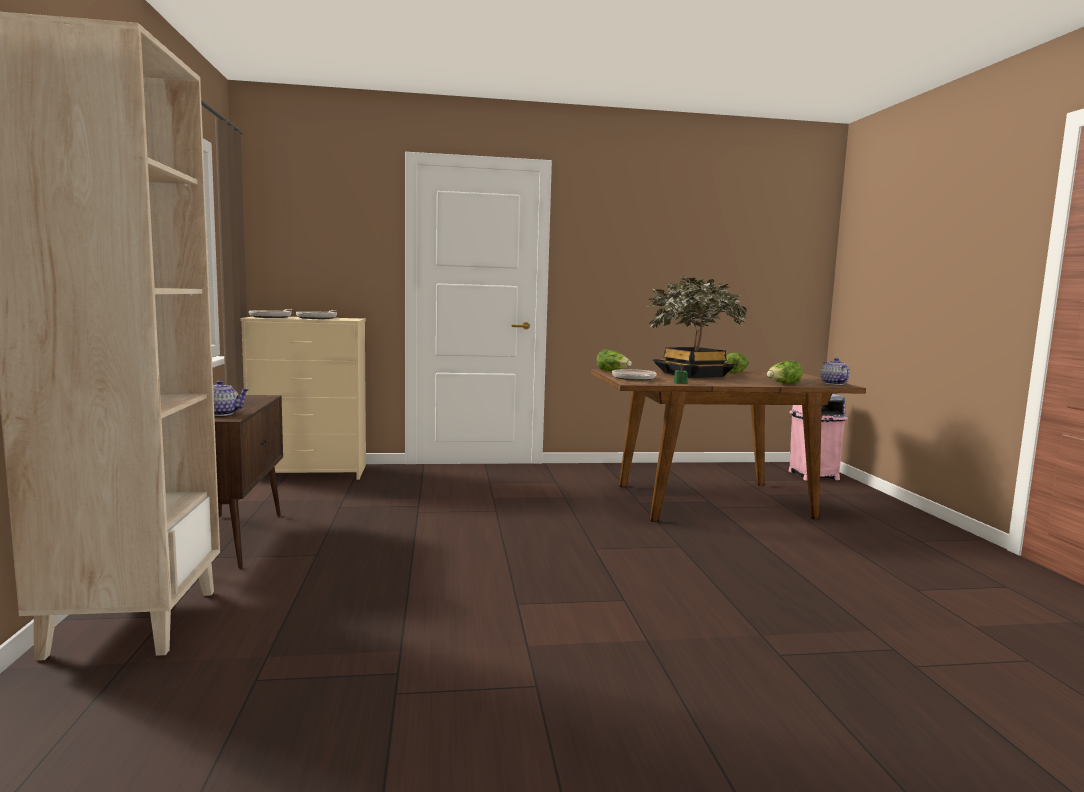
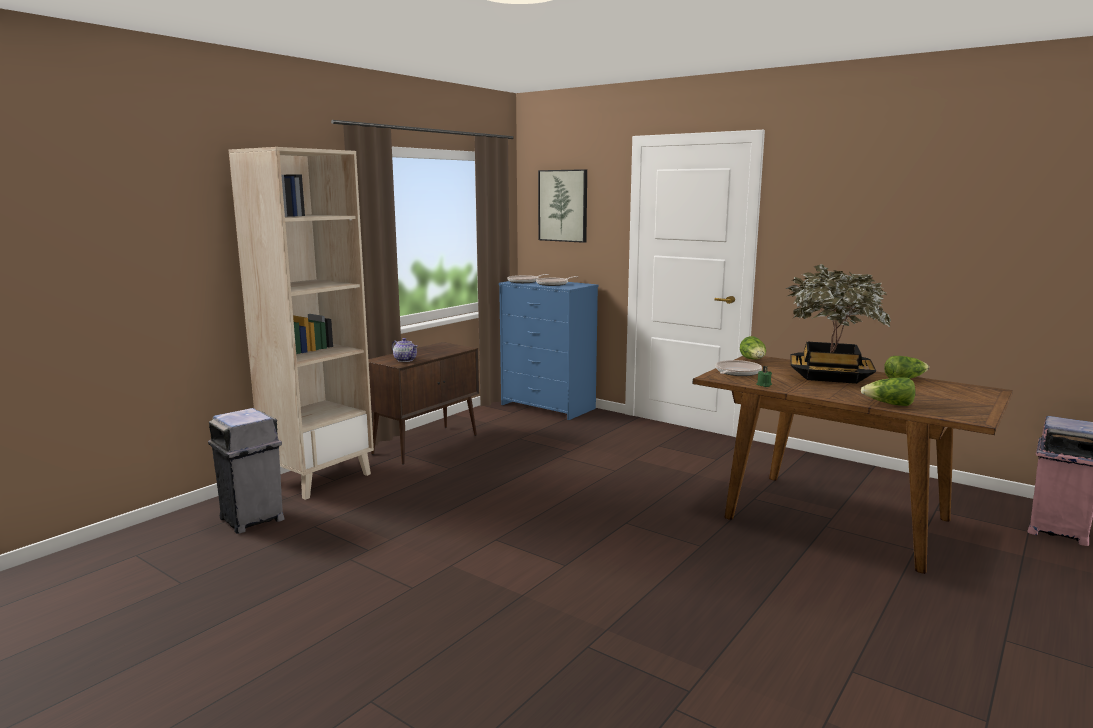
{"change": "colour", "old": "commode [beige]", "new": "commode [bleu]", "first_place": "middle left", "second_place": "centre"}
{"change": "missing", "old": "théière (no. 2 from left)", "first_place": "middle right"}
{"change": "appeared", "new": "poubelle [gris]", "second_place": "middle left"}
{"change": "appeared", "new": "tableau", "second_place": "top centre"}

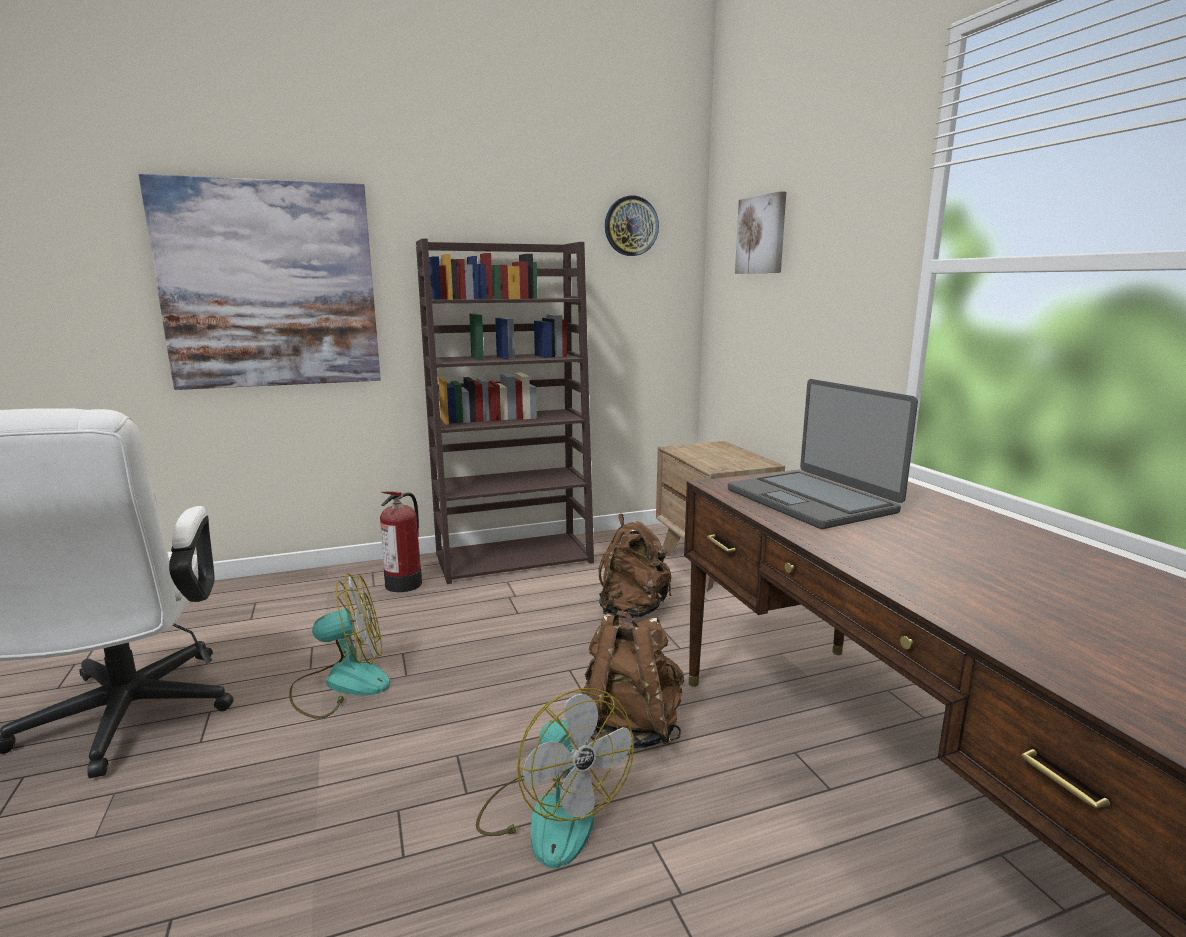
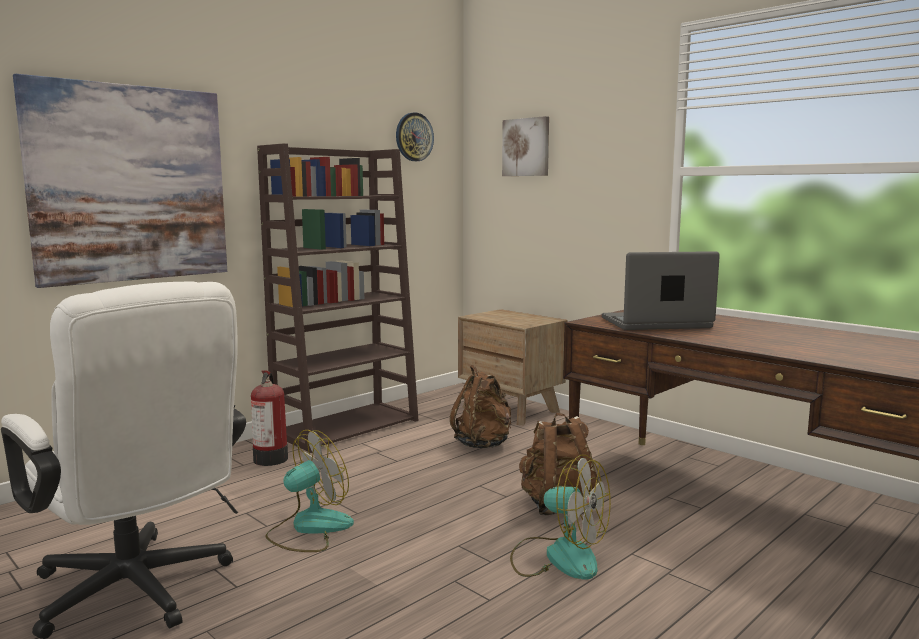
{"change": "spun", "old": "ordinateur portable", "first_place": "middle right", "second_place": "middle right", "degrees": 135}

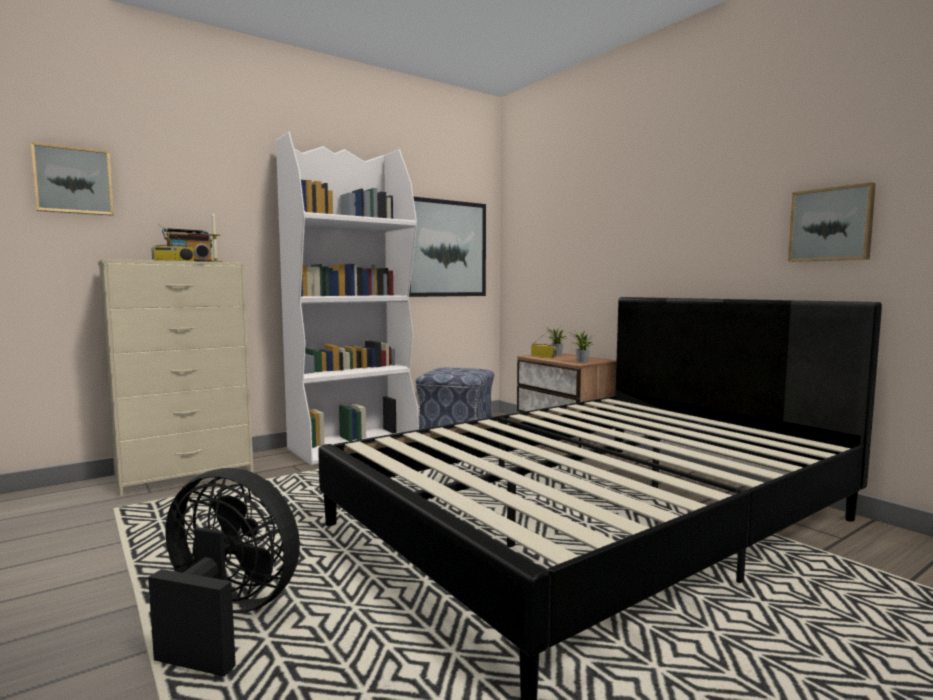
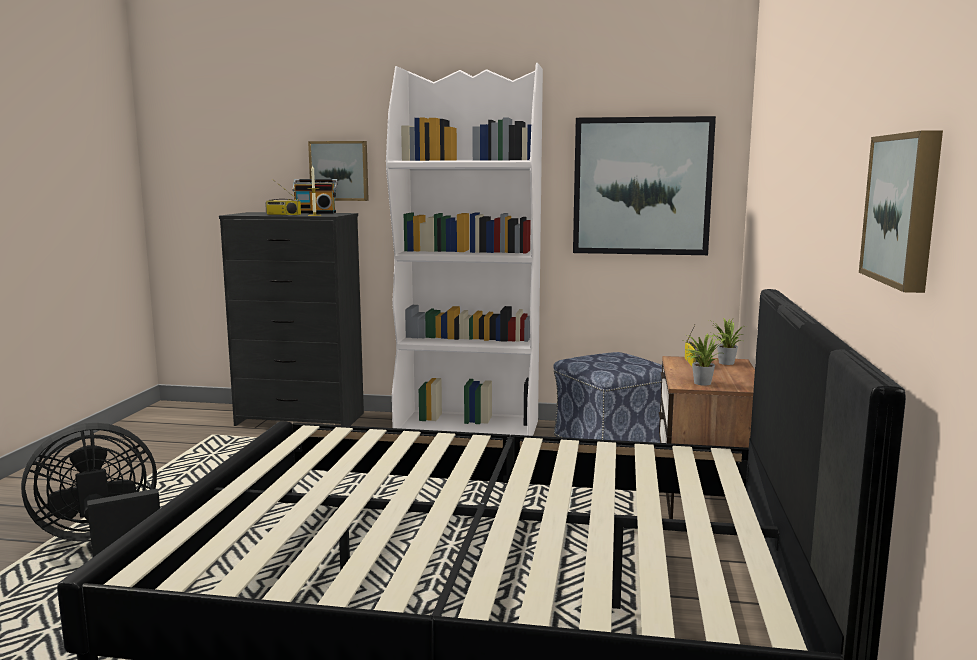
{"change": "relocated", "old": "tableau (no. 1 from left)", "first_place": "top left", "second_place": "top centre"}
{"change": "colour", "old": "commode [beige]", "new": "commode [noir]", "first_place": "middle left", "second_place": "middle left"}
{"change": "spun", "old": "ventilateur [noir]", "first_place": "bottom left", "second_place": "bottom left", "degrees": -90}

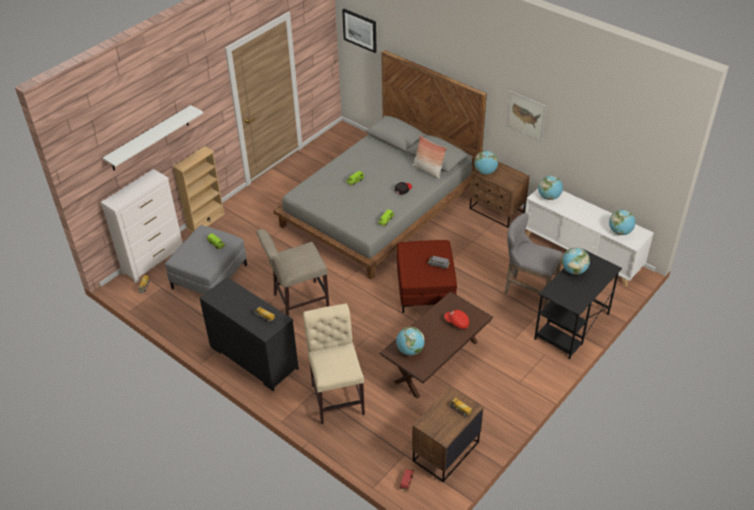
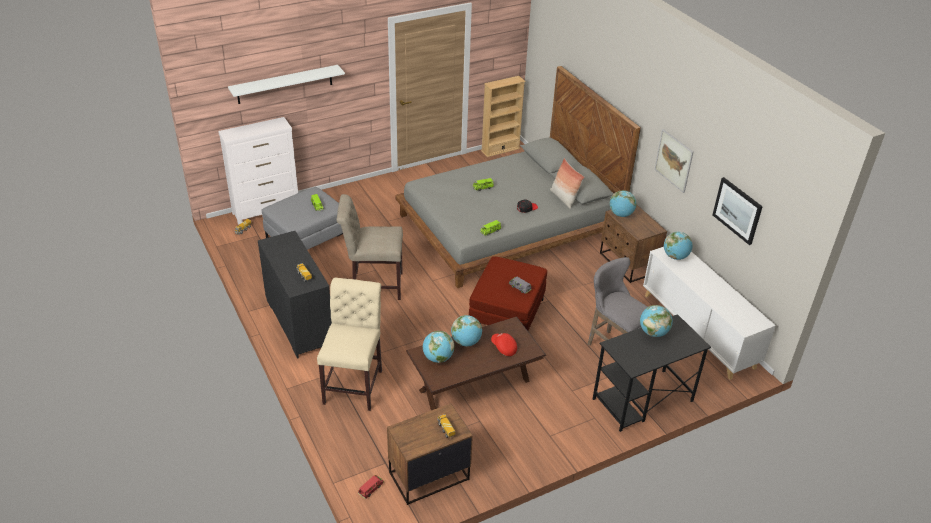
{"change": "relocated", "old": "bibliothèque [beige]", "first_place": "middle left", "second_place": "top centre"}
{"change": "relocated", "old": "tableau (no. 1 from left in the first image)", "new": "tableau (no. 2 from left)", "first_place": "top centre", "second_place": "middle right"}
{"change": "relocated", "old": "globe (no. 5 from left in the first image)", "new": "globe (no. 2 from left)", "first_place": "middle right", "second_place": "centre"}

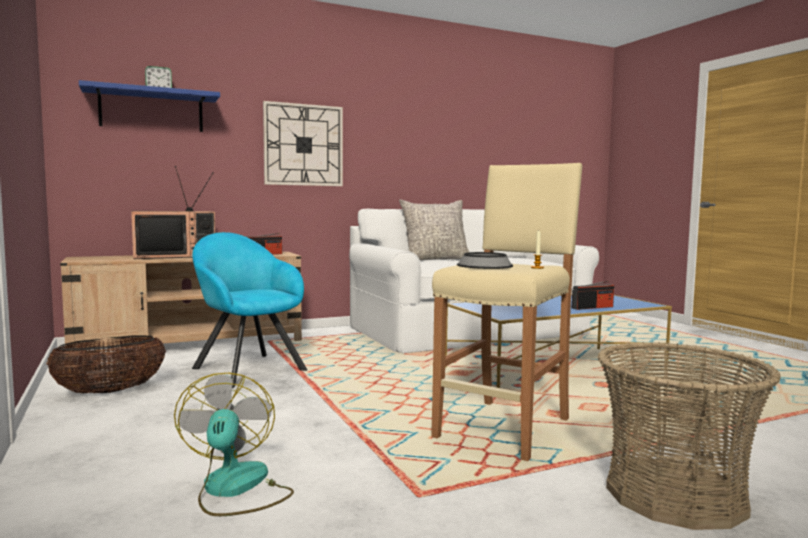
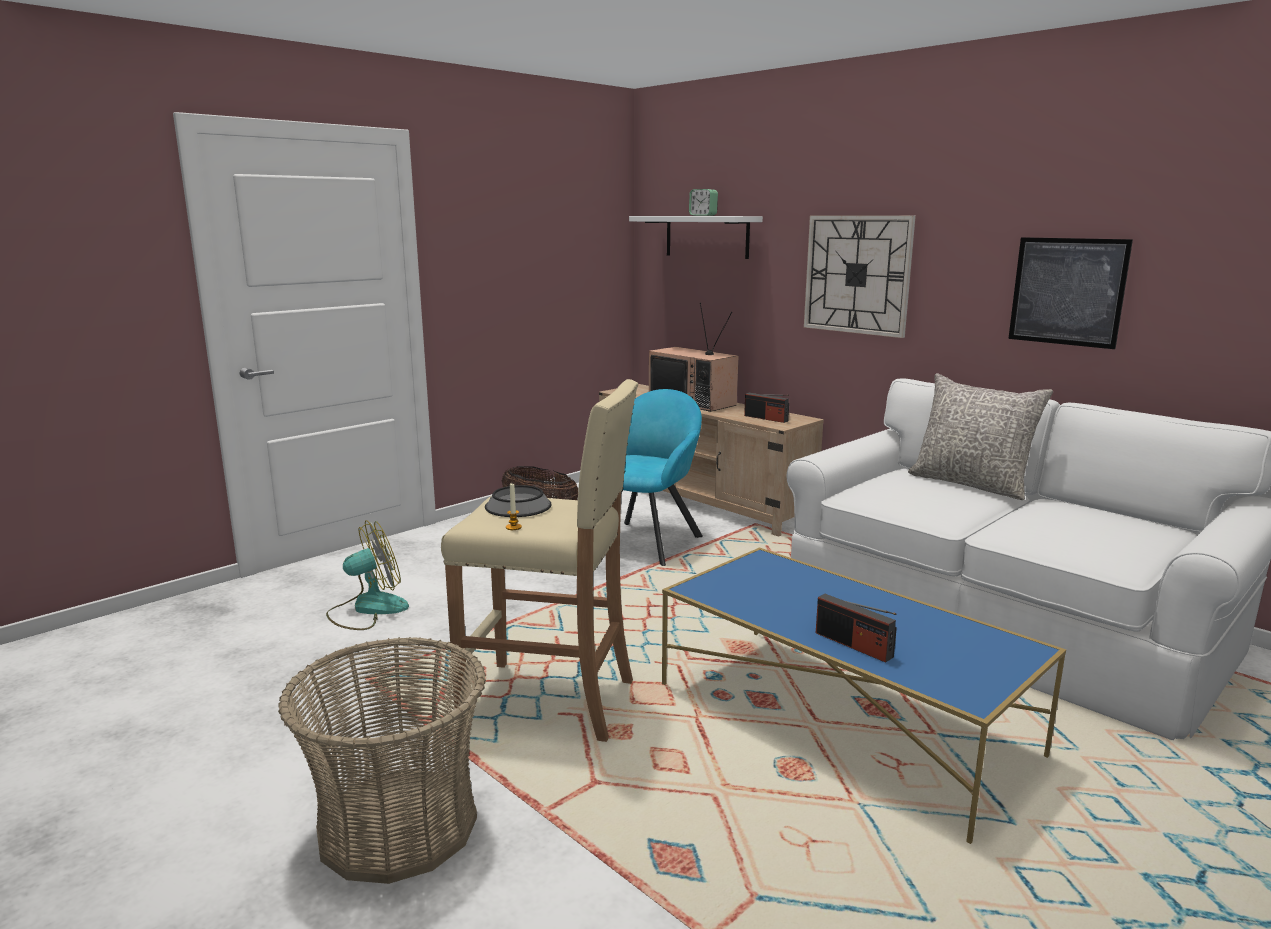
{"change": "colour", "old": "étagère [bleu]", "new": "étagère [blanc]", "first_place": "top left", "second_place": "top centre"}
{"change": "appeared", "new": "tableau", "second_place": "top right"}

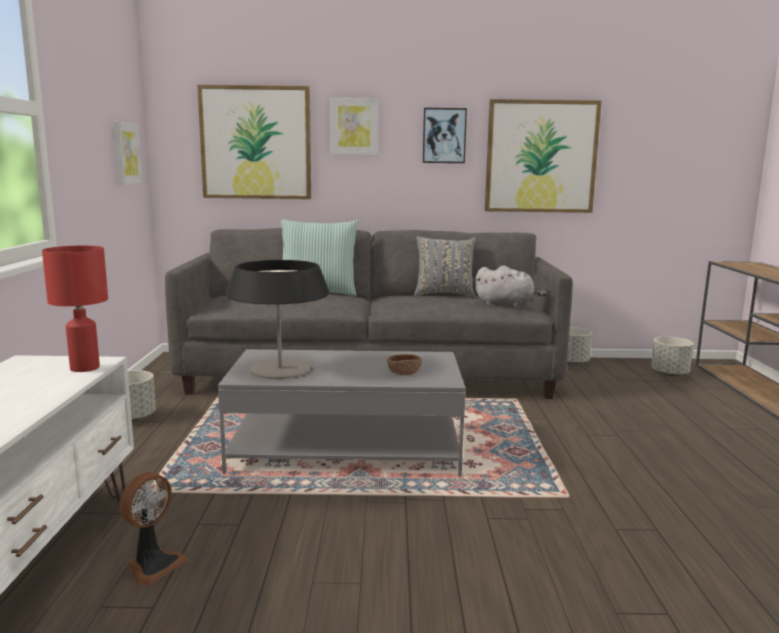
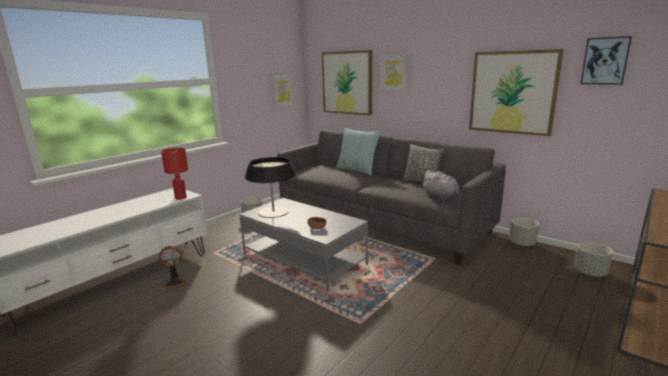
{"change": "relocated", "old": "tableau (no. 4 from left in the first image)", "new": "tableau (no. 5 from left)", "first_place": "top centre", "second_place": "top right"}

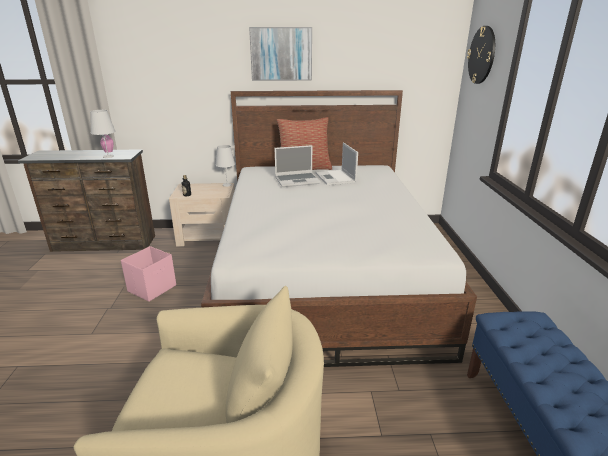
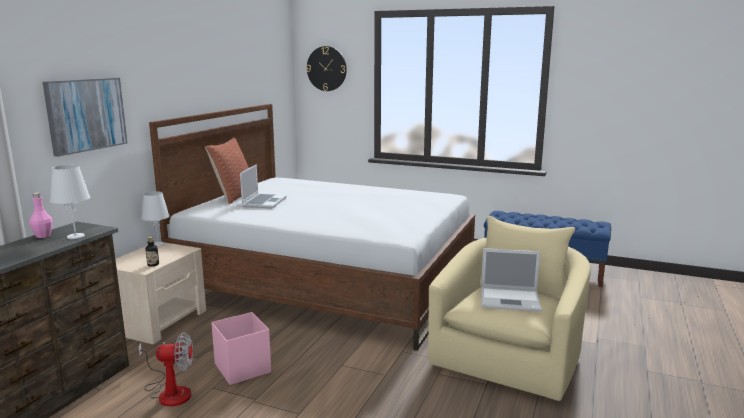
{"change": "relocated", "old": "tableau", "first_place": "top centre", "second_place": "top left"}
{"change": "relocated", "old": "ordinateur portable (no. 2 from left)", "first_place": "centre", "second_place": "bottom right"}
{"change": "appeared", "new": "ventilateur", "second_place": "bottom left"}

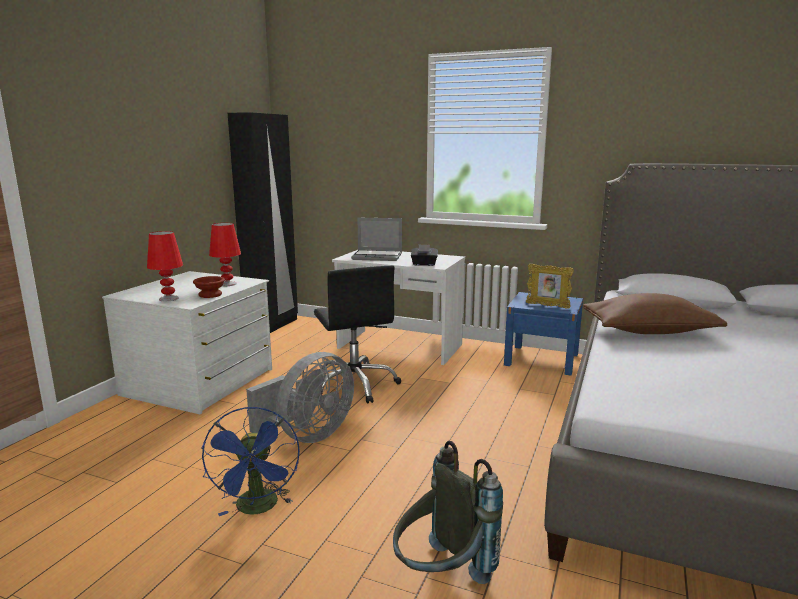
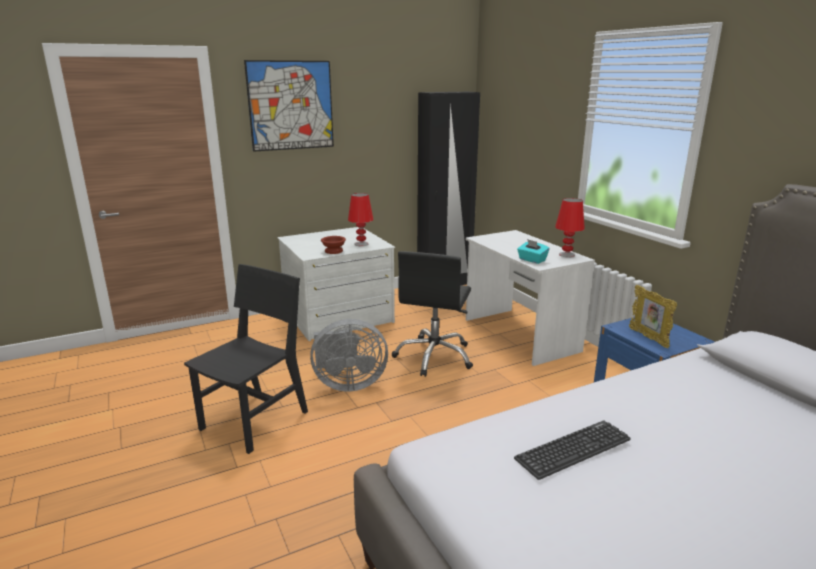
{"change": "relocated", "old": "lampe de table [rouge] (no. 1 from left in the first image)", "new": "lampe de table [rouge] (no. 2 from left)", "first_place": "middle left", "second_place": "middle right"}
{"change": "exchanged", "old": "ventilateur [bleu]", "new": "chaise [noir]", "first_place": "bottom left", "second_place": "middle left"}
{"change": "missing", "old": "ordinateur portable", "first_place": "centre"}
{"change": "missing", "old": "sac à dos [gris]", "first_place": "bottom centre"}
{"change": "colour", "old": "boîte à mouchoirs [noir]", "new": "boîte à mouchoirs [turquoise]", "first_place": "centre", "second_place": "centre"}
{"change": "missing", "old": "coussin [marron]", "first_place": "middle right"}
{"change": "appeared", "new": "tableau", "second_place": "top centre"}
{"change": "appeared", "new": "clavier", "second_place": "bottom right"}

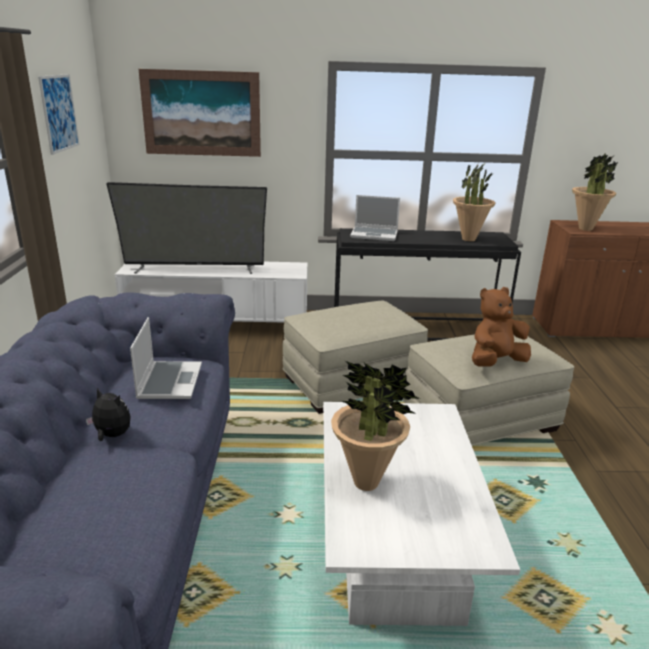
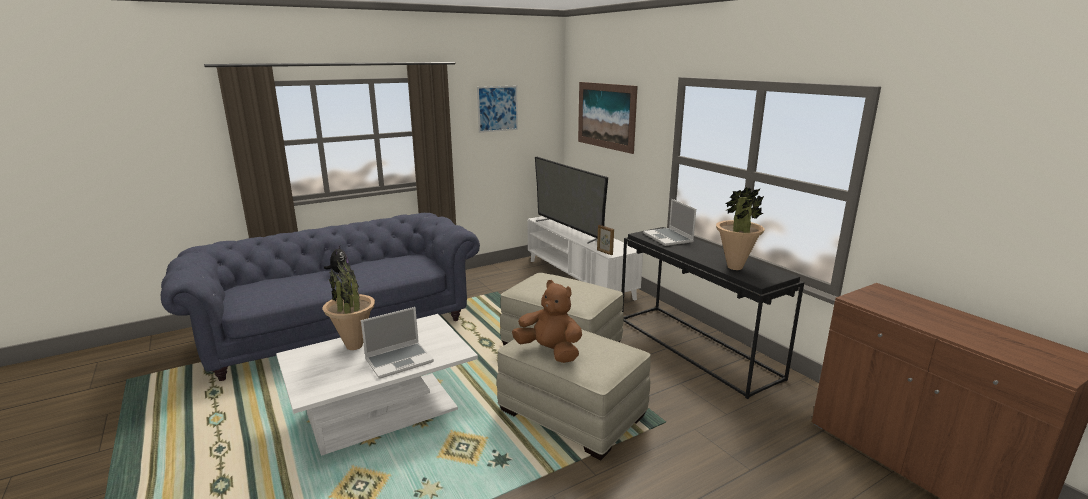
{"change": "relocated", "old": "ordinateur portable (no. 1 from left)", "first_place": "middle left", "second_place": "bottom centre"}
{"change": "missing", "old": "plante en pot (no. 3 from left)", "first_place": "top right"}
{"change": "appeared", "new": "cadre photo", "second_place": "centre"}

